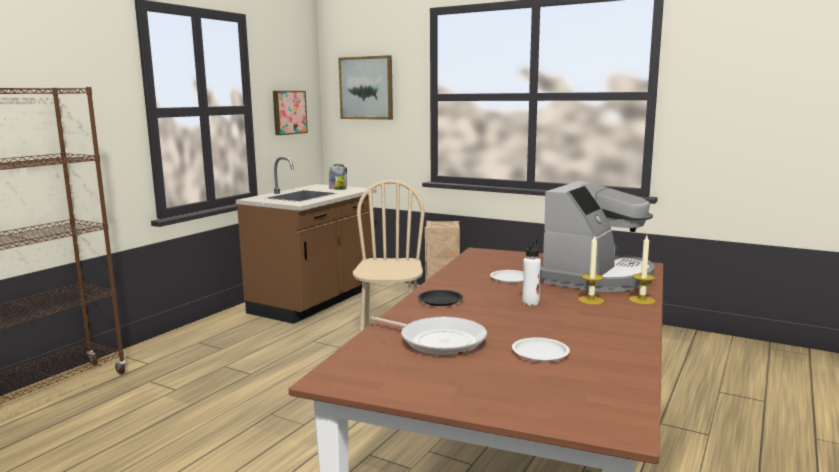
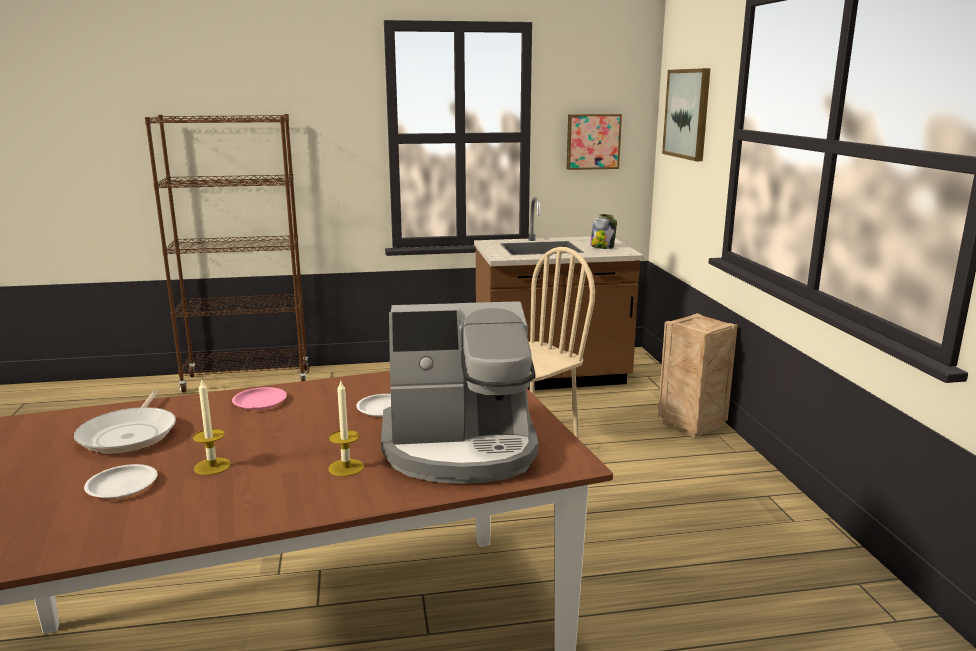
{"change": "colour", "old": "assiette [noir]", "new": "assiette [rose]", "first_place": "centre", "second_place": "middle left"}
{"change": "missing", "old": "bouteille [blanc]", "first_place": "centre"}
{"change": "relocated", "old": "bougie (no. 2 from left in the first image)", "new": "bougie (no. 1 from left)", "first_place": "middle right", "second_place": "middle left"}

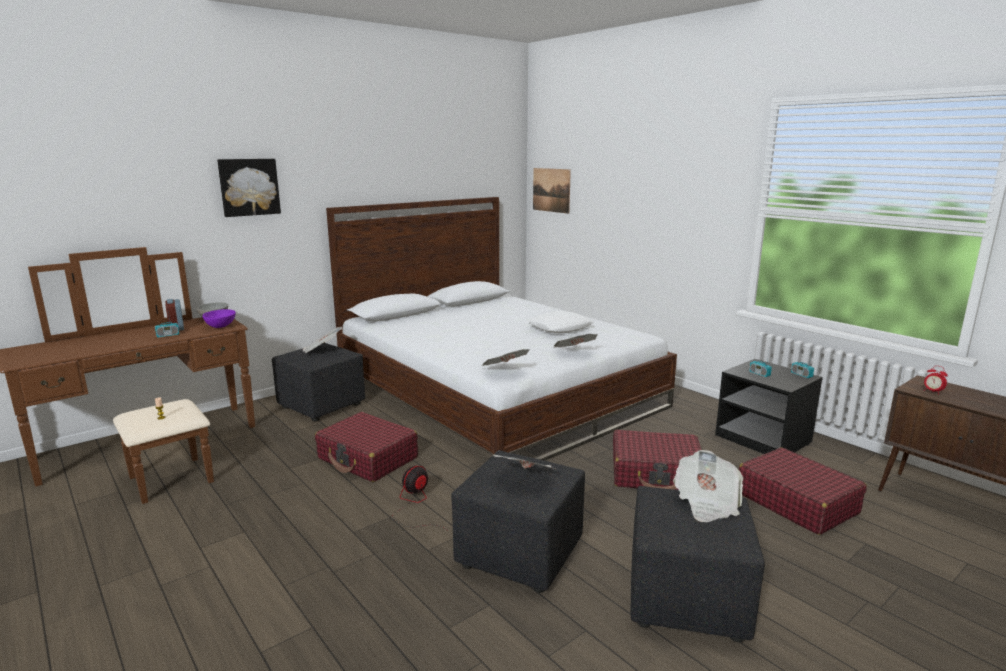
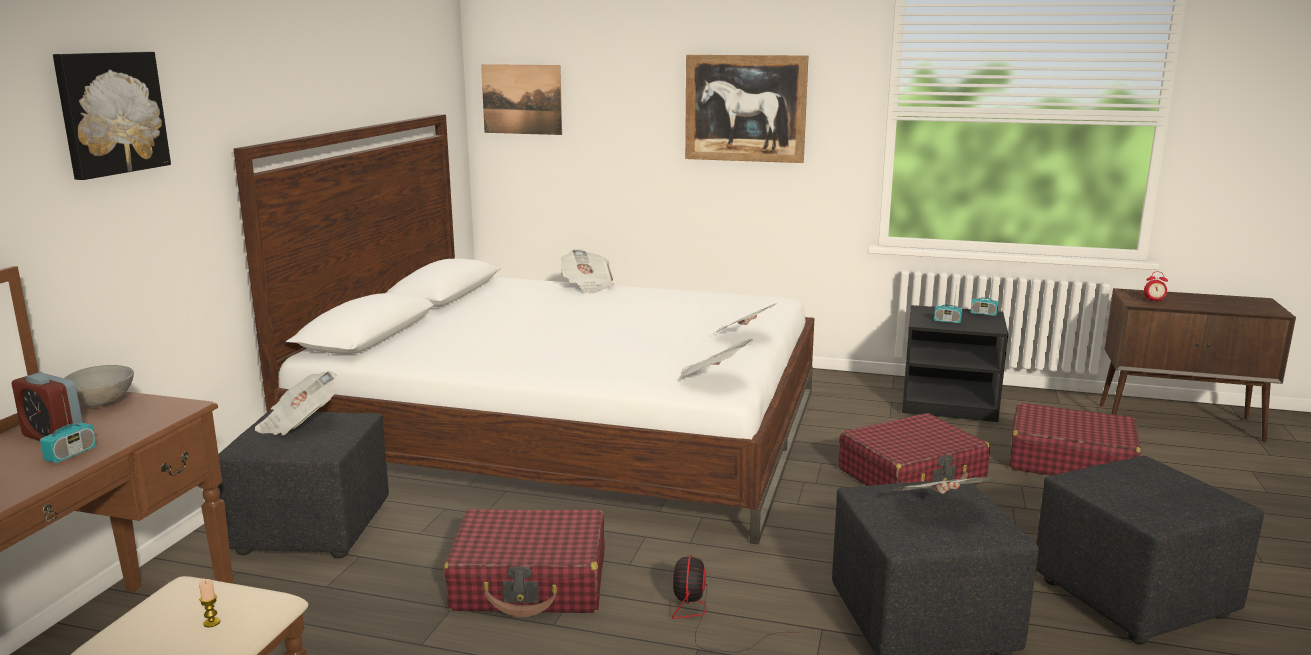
{"change": "missing", "old": "bol [violet]", "first_place": "middle left"}
{"change": "missing", "old": "coussin [blanc]", "first_place": "centre"}
{"change": "relocated", "old": "journal (no. 5 from left in the first image)", "new": "journal (no. 2 from left)", "first_place": "bottom right", "second_place": "centre"}
{"change": "appeared", "new": "tableau (no. 3 from left)", "second_place": "top centre"}

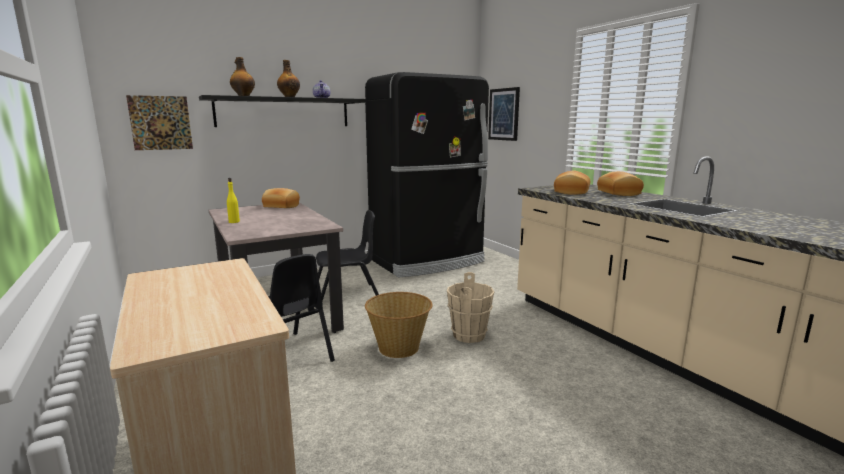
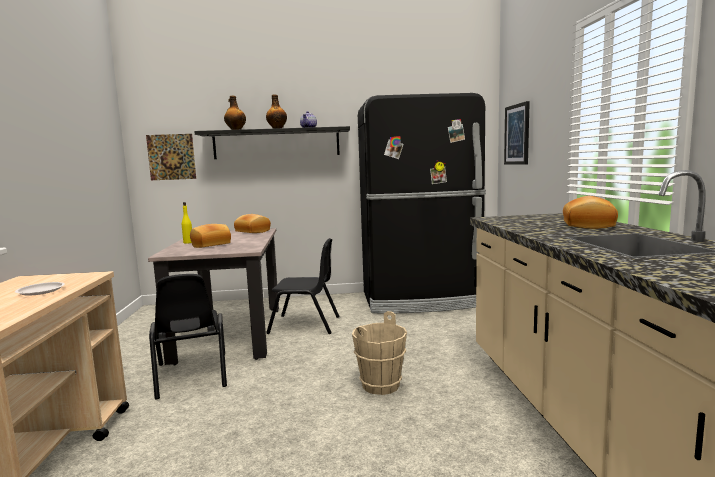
{"change": "missing", "old": "panier", "first_place": "bottom centre"}
{"change": "relocated", "old": "pain (no. 2 from left in the first image)", "new": "pain (no. 1 from left)", "first_place": "middle right", "second_place": "middle left"}
{"change": "appeared", "new": "assiette [blanc]", "second_place": "middle left"}

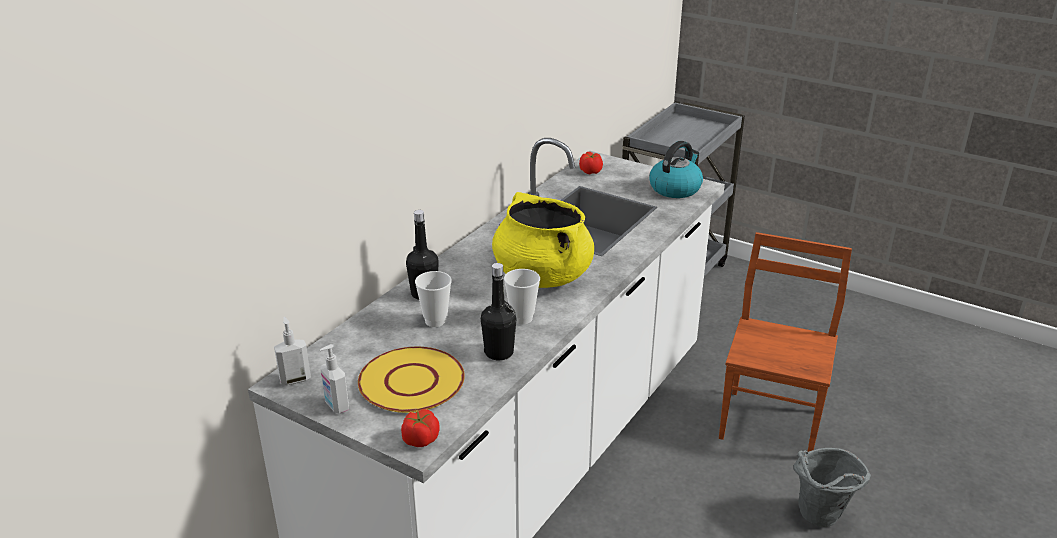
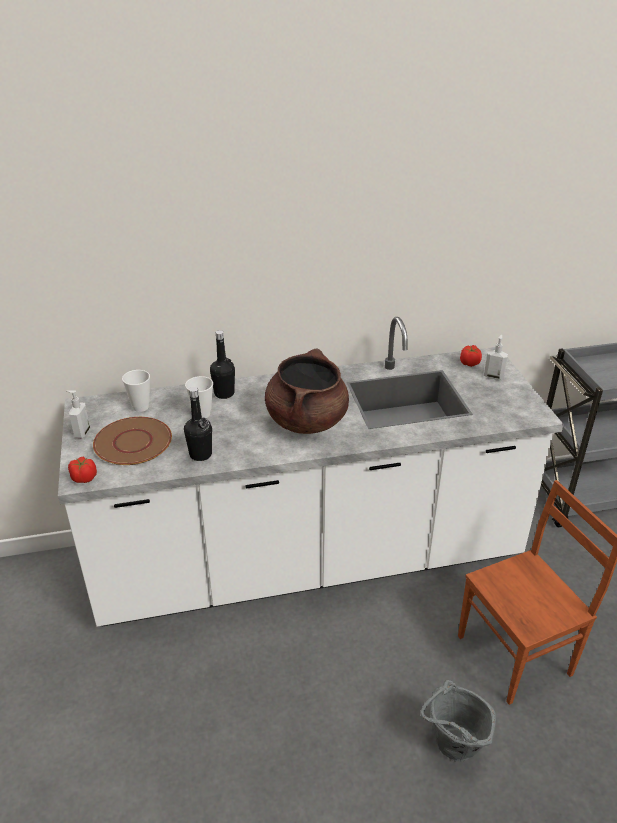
{"change": "relocated", "old": "distributeur de savon (no. 1 from left in the first image)", "new": "distributeur de savon (no. 2 from left)", "first_place": "middle left", "second_place": "middle right"}
{"change": "colour", "old": "assiette [jaune]", "new": "assiette [marron]", "first_place": "bottom centre", "second_place": "middle left"}
{"change": "colour", "old": "marmite [jaune]", "new": "marmite [marron]", "first_place": "centre", "second_place": "centre"}
{"change": "relocated", "old": "tasse (no. 2 from left in the first image)", "new": "tasse (no. 1 from left)", "first_place": "centre", "second_place": "middle left"}
{"change": "missing", "old": "bouilloire", "first_place": "top centre"}

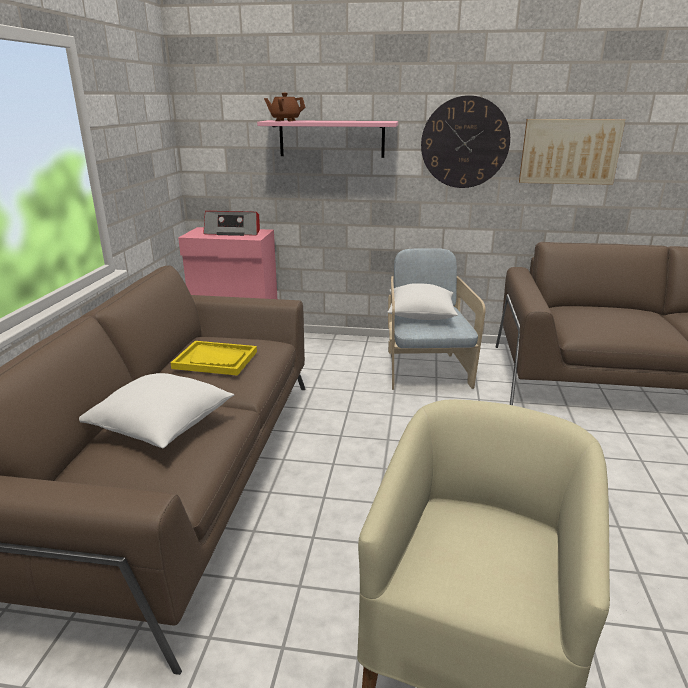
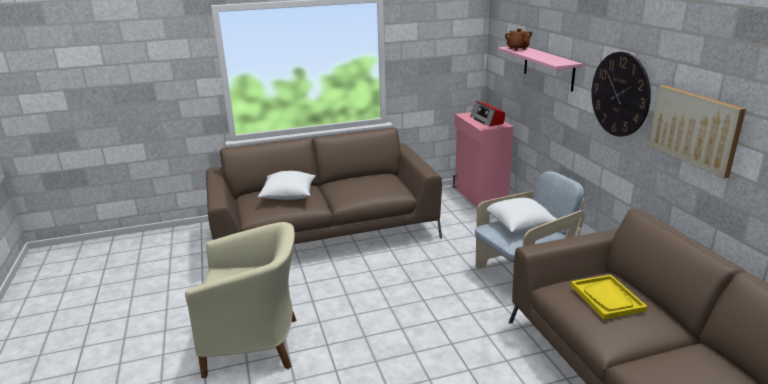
{"change": "relocated", "old": "plateau [jaune]", "first_place": "middle left", "second_place": "bottom right"}

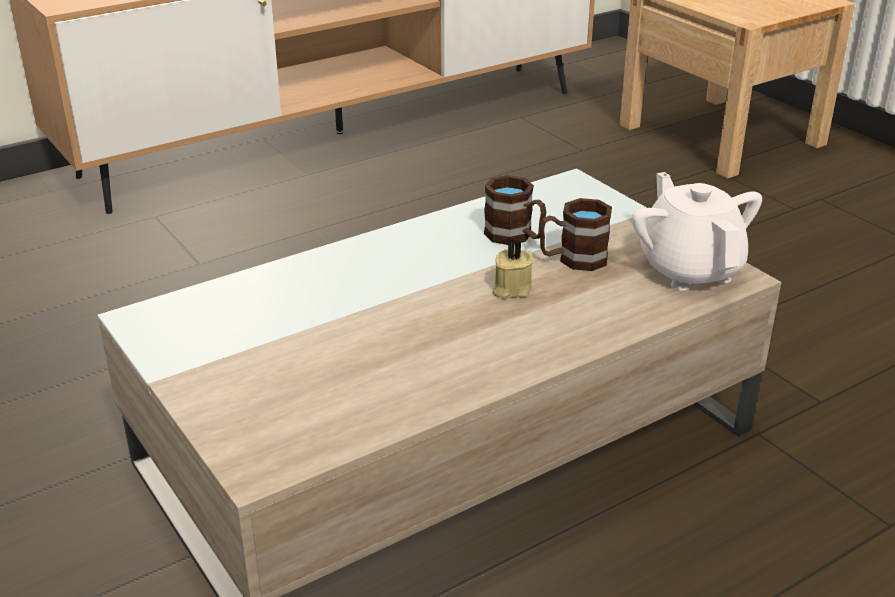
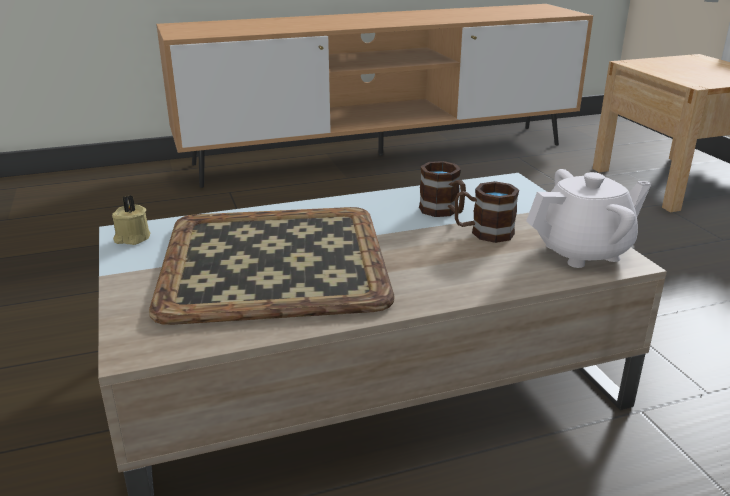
{"change": "relocated", "old": "bougie [beige]", "first_place": "centre", "second_place": "middle left"}
{"change": "spun", "old": "théière [blanc]", "first_place": "middle right", "second_place": "middle right", "degrees": 75}
{"change": "appeared", "new": "plateau", "second_place": "centre"}

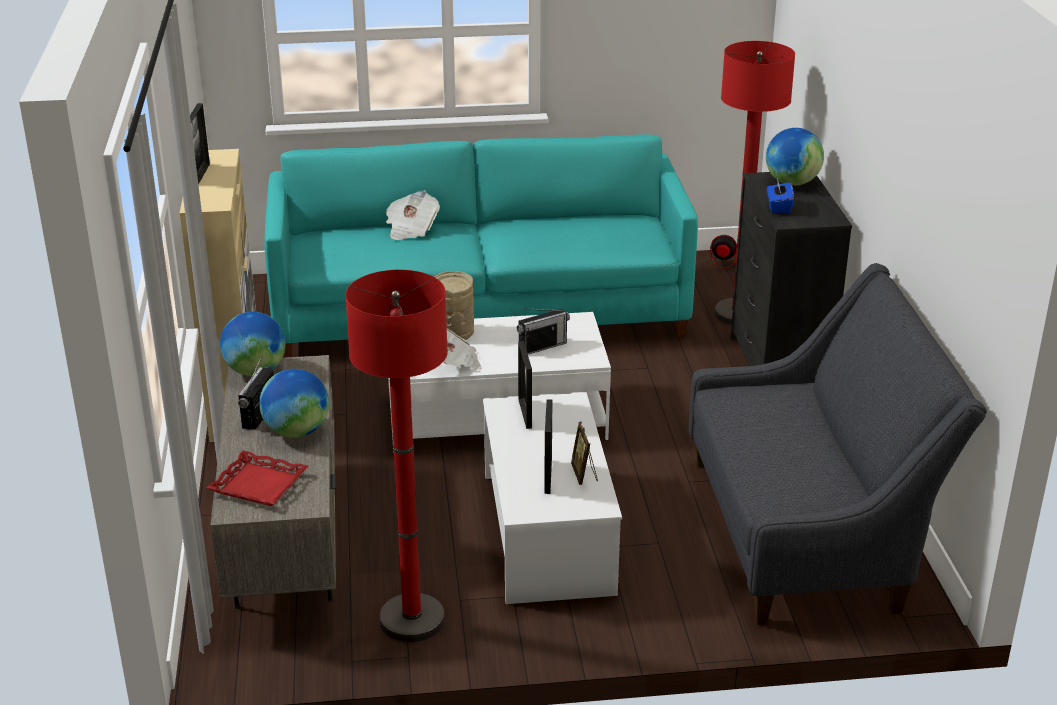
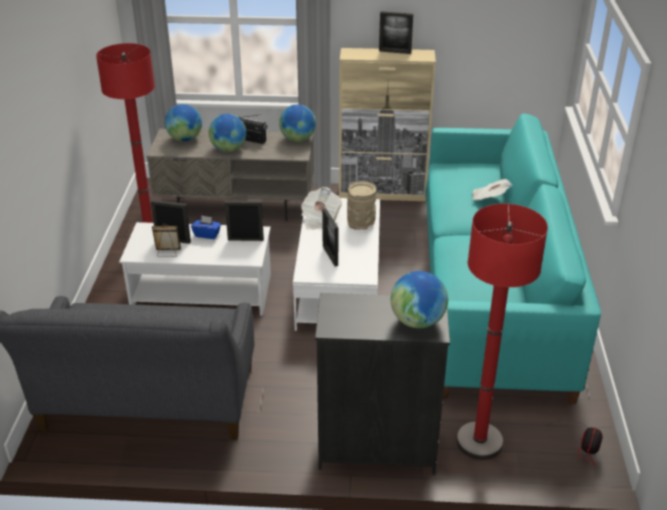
{"change": "exchanged", "old": "plateau [rouge]", "new": "globe (no. 1 from left)", "first_place": "bottom left", "second_place": "top left"}
{"change": "exchanged", "old": "radio (no. 2 from left)", "new": "cadre photo (no. 4 from left)", "first_place": "centre", "second_place": "centre"}
{"change": "relocated", "old": "boîte à mouchoirs [bleu]", "first_place": "top right", "second_place": "middle left"}

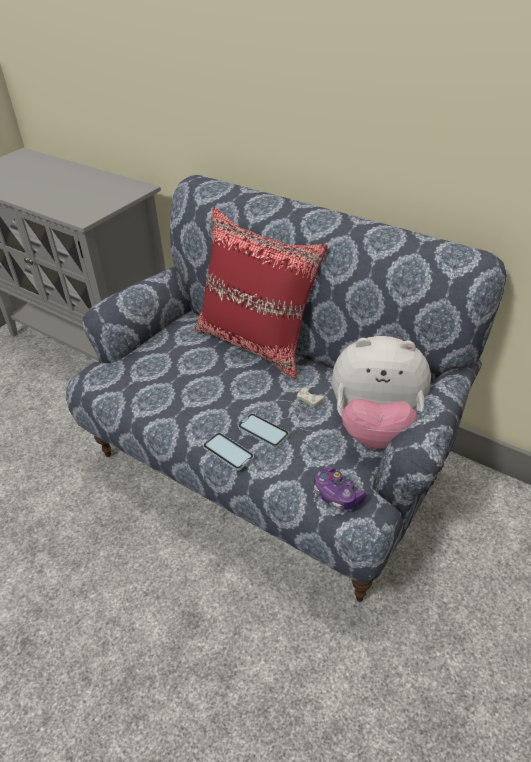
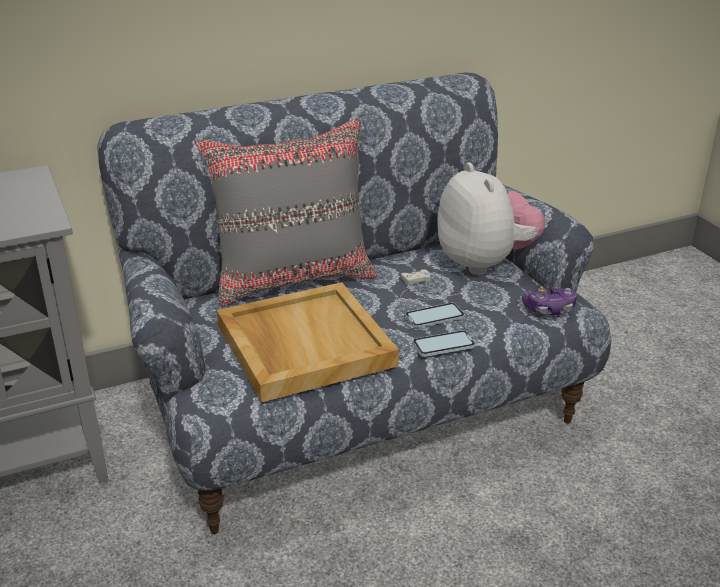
{"change": "colour", "old": "coussin [rouge]", "new": "coussin [gris]", "first_place": "centre", "second_place": "centre"}
{"change": "spun", "old": "peluche", "first_place": "middle right", "second_place": "middle right", "degrees": -60}
{"change": "appeared", "new": "plateau [beige]", "second_place": "centre"}

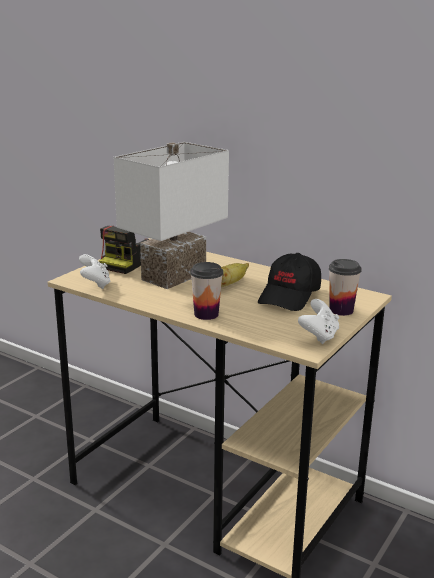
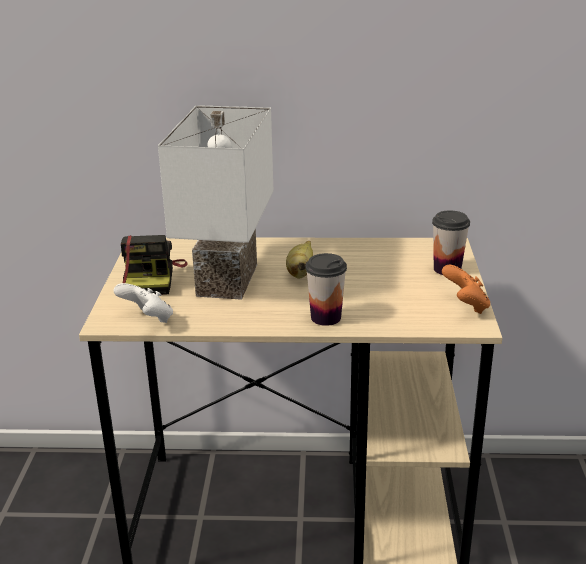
{"change": "missing", "old": "casquette [noir]", "first_place": "centre"}
{"change": "colour", "old": "manette [blanc] (no. 2 from left)", "new": "manette [orange]", "first_place": "middle right", "second_place": "middle right"}

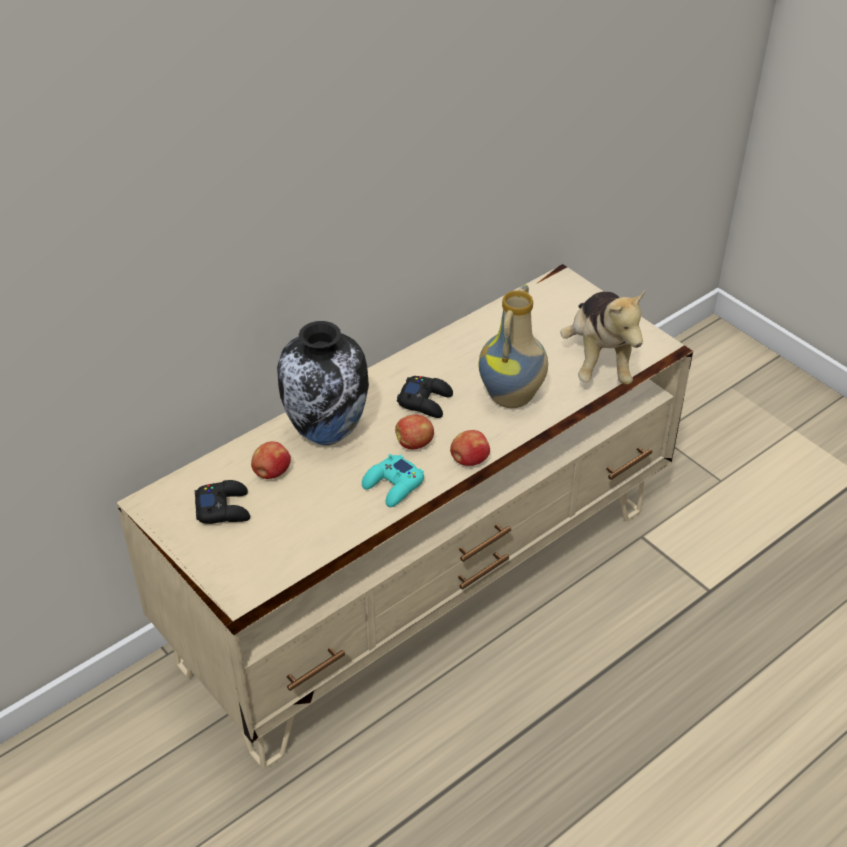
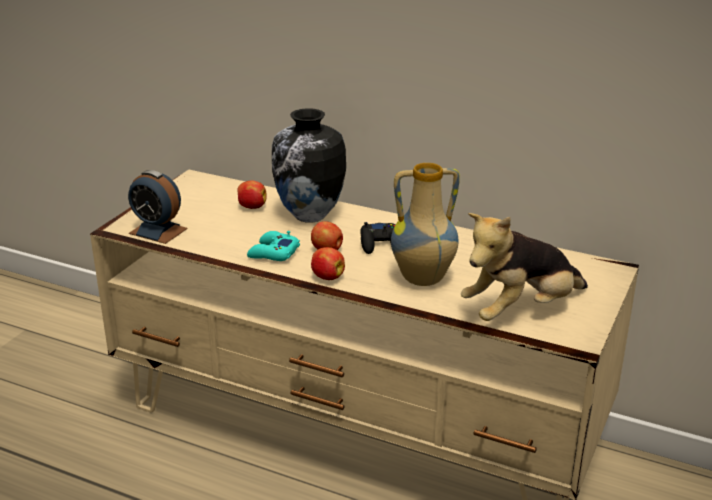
{"change": "missing", "old": "manette [noir] (no. 1 from left)", "first_place": "middle left"}
{"change": "appeared", "new": "réveil", "second_place": "middle left"}

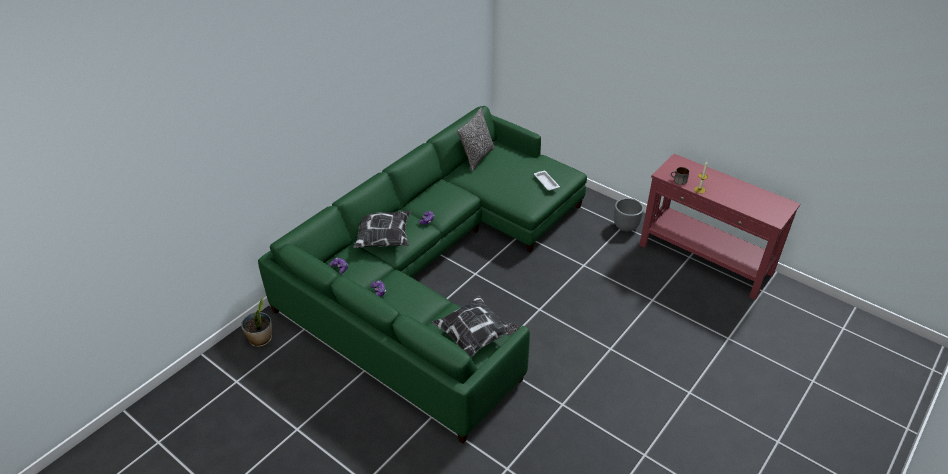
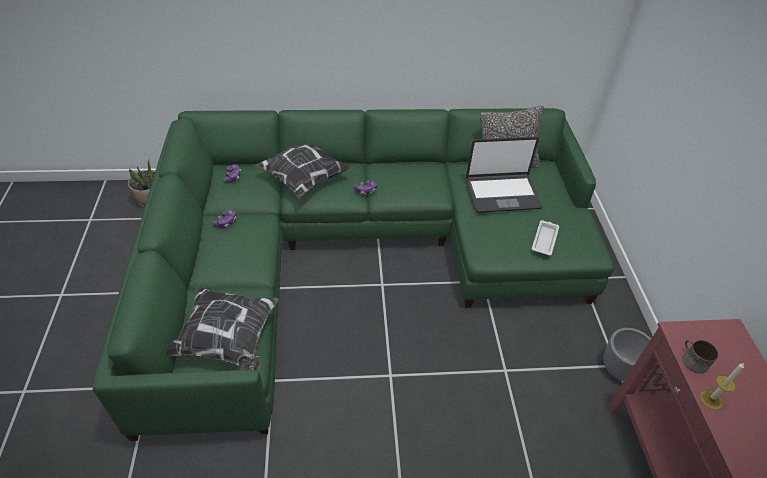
{"change": "appeared", "new": "ordinateur portable", "second_place": "centre"}

